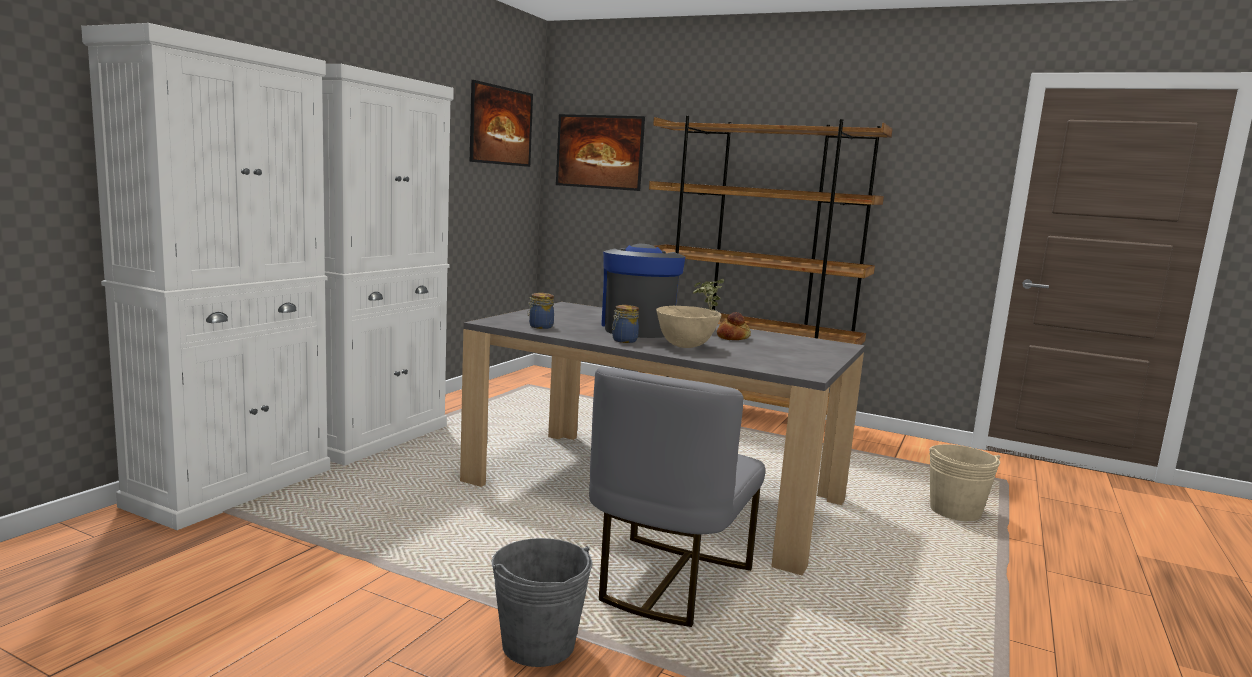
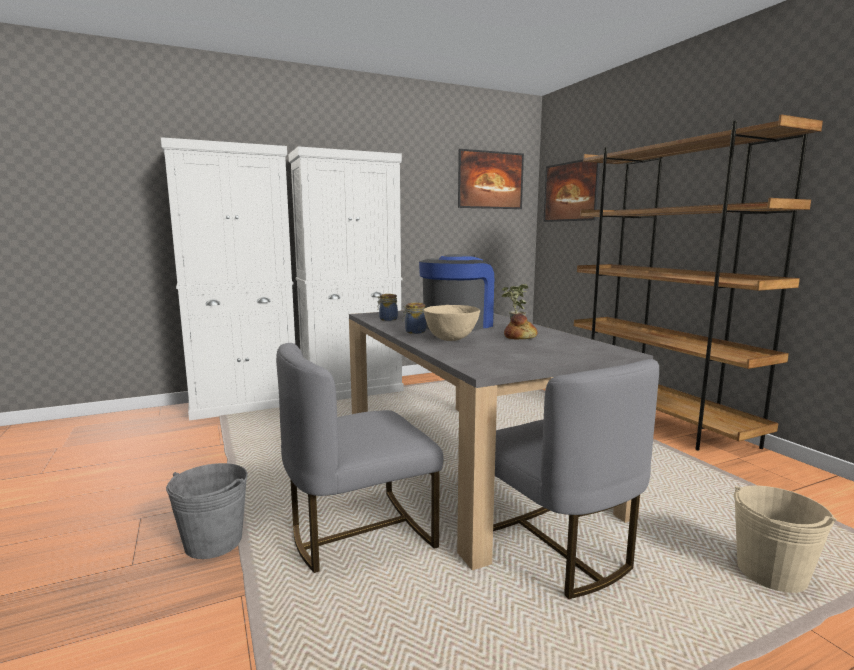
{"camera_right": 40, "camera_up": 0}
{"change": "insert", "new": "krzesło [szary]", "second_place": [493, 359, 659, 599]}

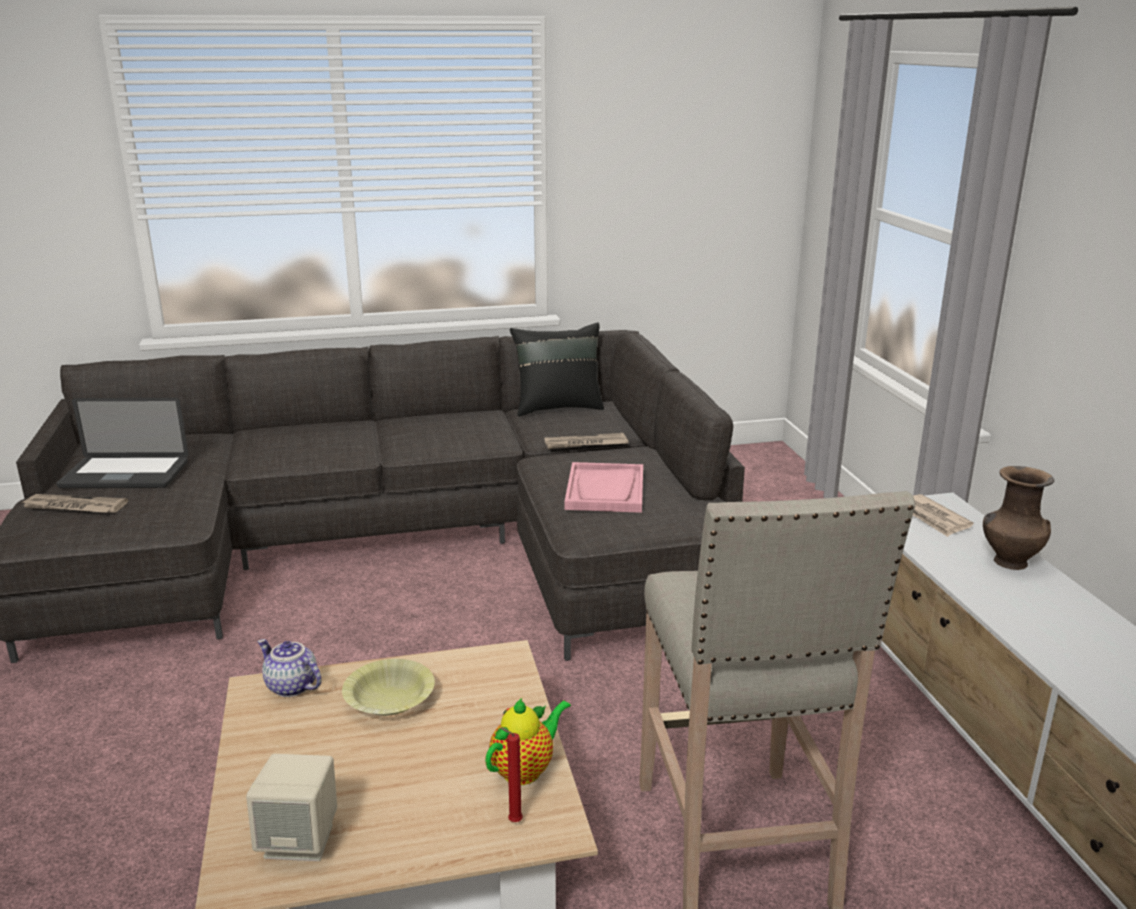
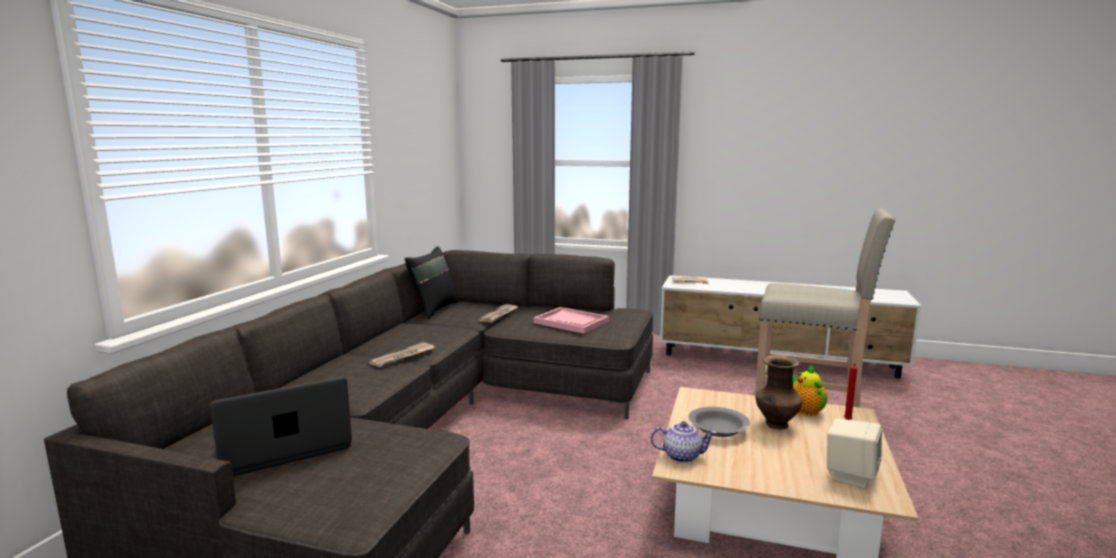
{"camera_right": -60, "camera_up": -10}
{"change": "rotate", "old": "laptop", "first_place": [57, 398, 188, 488], "second_place": [210, 377, 352, 476], "degrees": -150}
{"change": "move", "old": "gazeta", "first_place": [22, 494, 128, 513], "second_place": [368, 343, 434, 367]}
{"change": "rotate", "old": "imbryk", "first_place": [258, 639, 321, 697], "second_place": [651, 421, 716, 463], "degrees": -150}
{"change": "recolor", "old": "miska [żółty]", "new": "miska [szary]", "first_place": [342, 659, 435, 716], "second_place": [689, 407, 750, 437]}
{"change": "move", "old": "wazon [brązowy]", "first_place": [983, 466, 1054, 570], "second_place": [755, 355, 802, 430]}

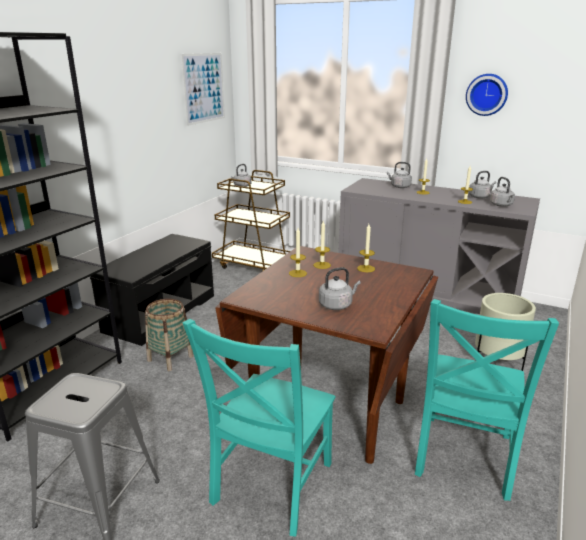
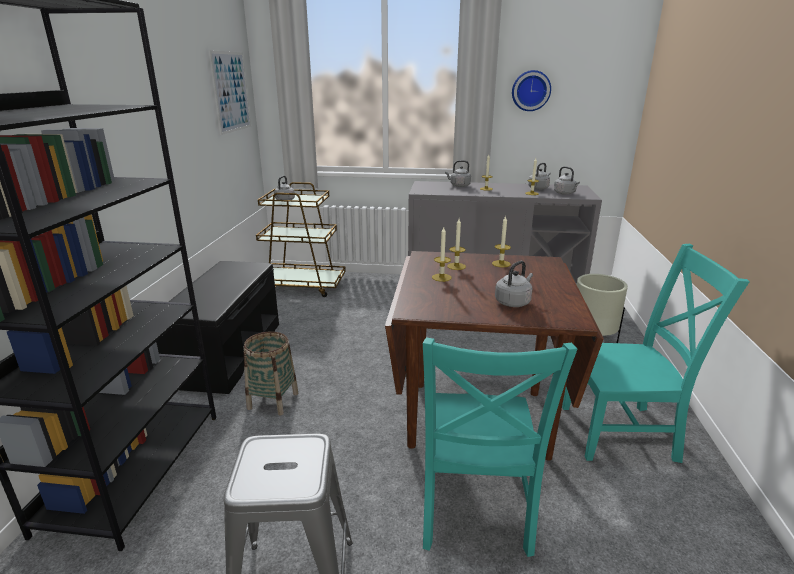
{"camera_right": -20, "camera_up": 0}
{"change": "rotate", "old": "krzesło [turkusowy]", "first_place": [415, 299, 559, 501], "second_place": [562, 244, 750, 463], "degrees": -90}

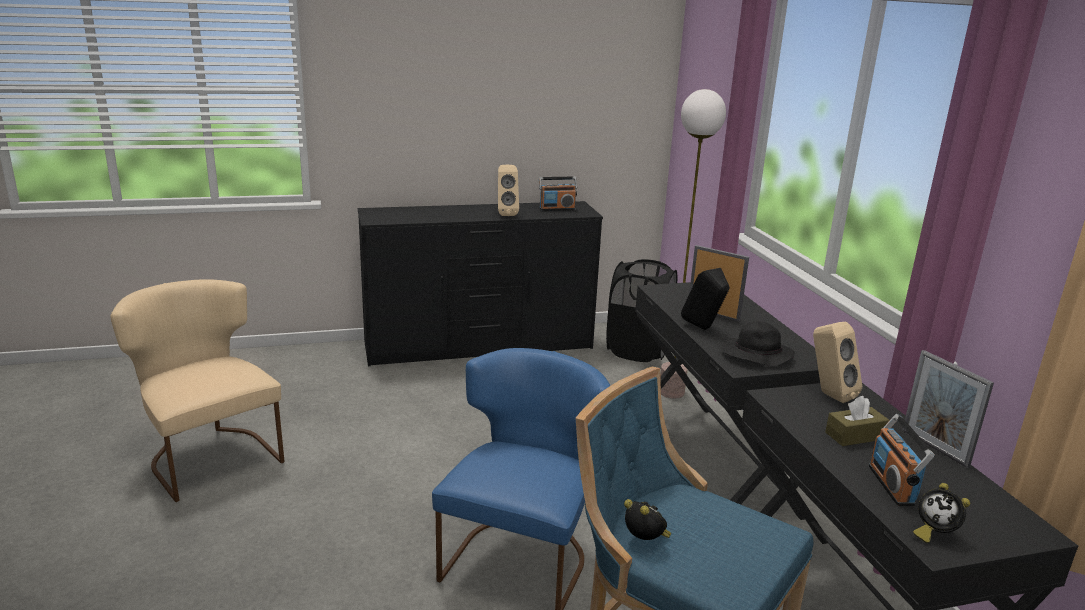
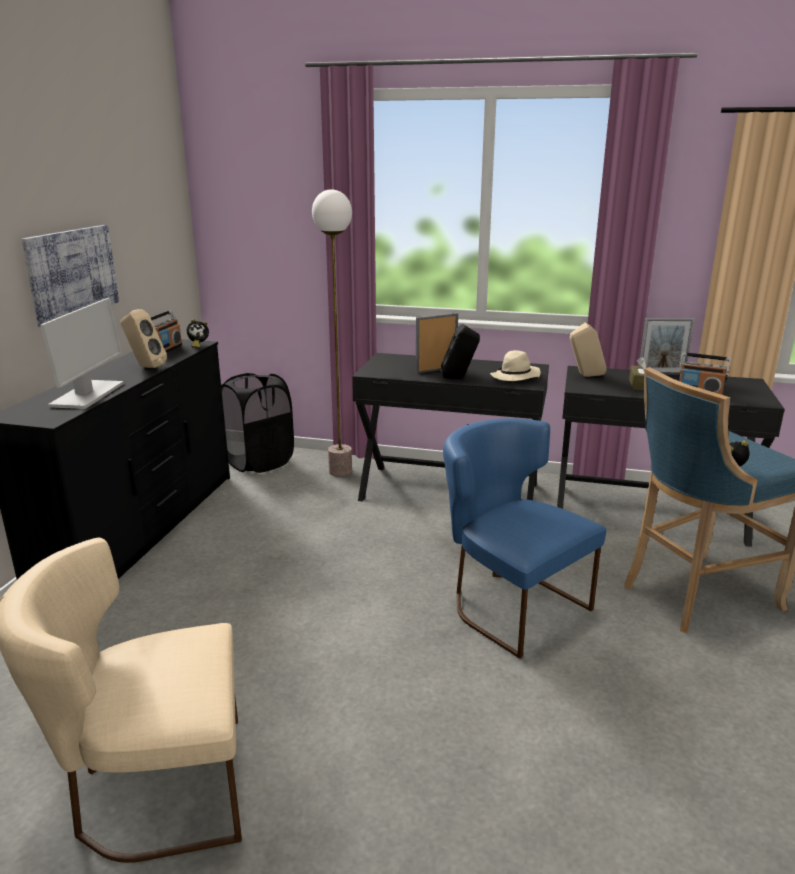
{"camera_right": -60, "camera_up": 0}
{"change": "insert", "new": "obraz", "second_place": [22, 225, 119, 327]}
{"change": "insert", "new": "monitor", "second_place": [40, 298, 124, 409]}
{"change": "move", "old": "budzik", "first_place": [913, 483, 970, 543], "second_place": [187, 319, 209, 348]}
{"change": "recolor", "old": "kapelusz [czarny]", "new": "kapelusz [beżowy]", "first_place": [722, 321, 795, 367], "second_place": [490, 350, 541, 381]}

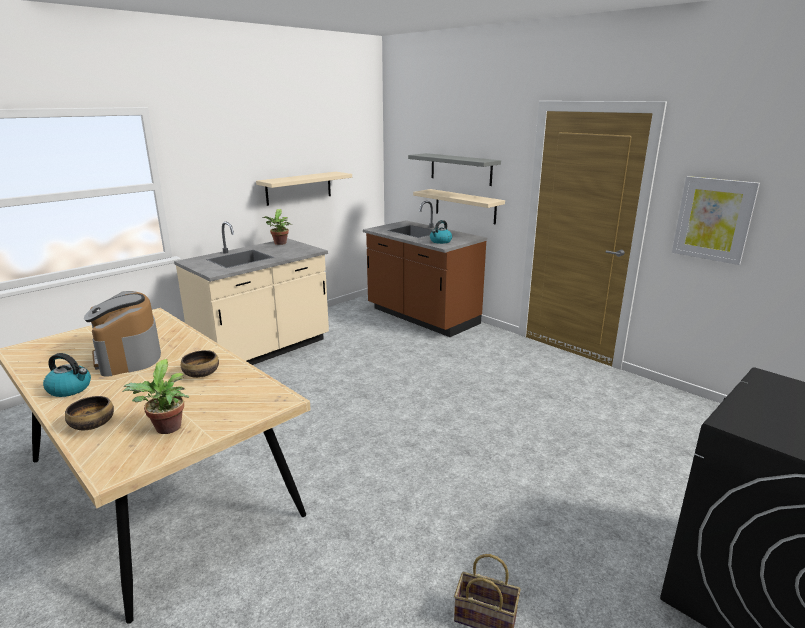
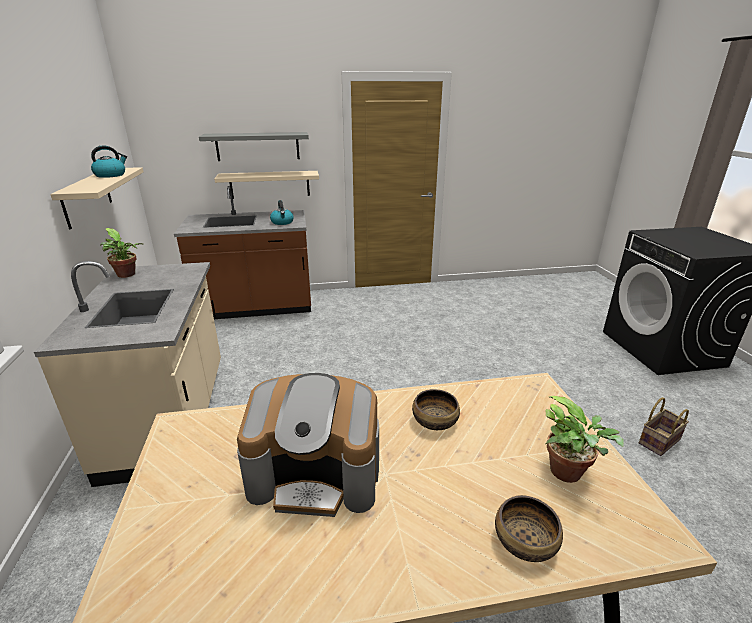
{"camera_right": -55, "camera_up": 5}
{"change": "move", "old": "czajnik", "first_place": [43, 353, 91, 397], "second_place": [91, 146, 127, 178]}
{"change": "delete", "old": "obraz", "first_place": [672, 176, 760, 265]}

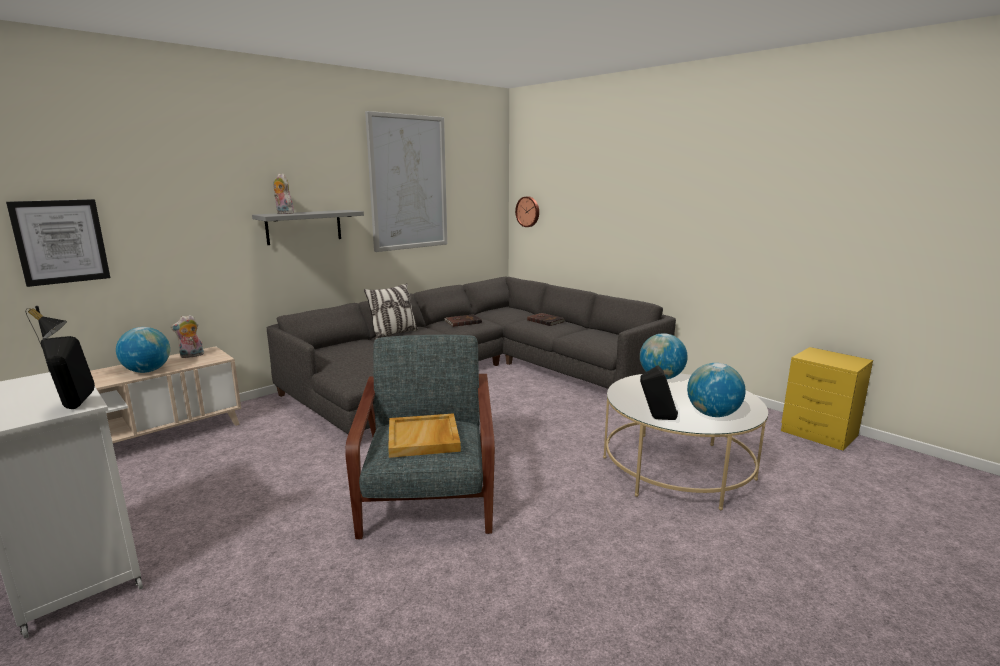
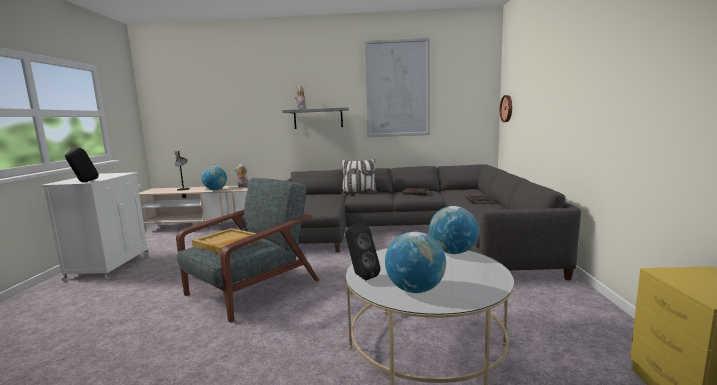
{"camera_right": 45, "camera_up": -5}
{"change": "delete", "old": "obraz", "first_place": [6, 199, 110, 287]}

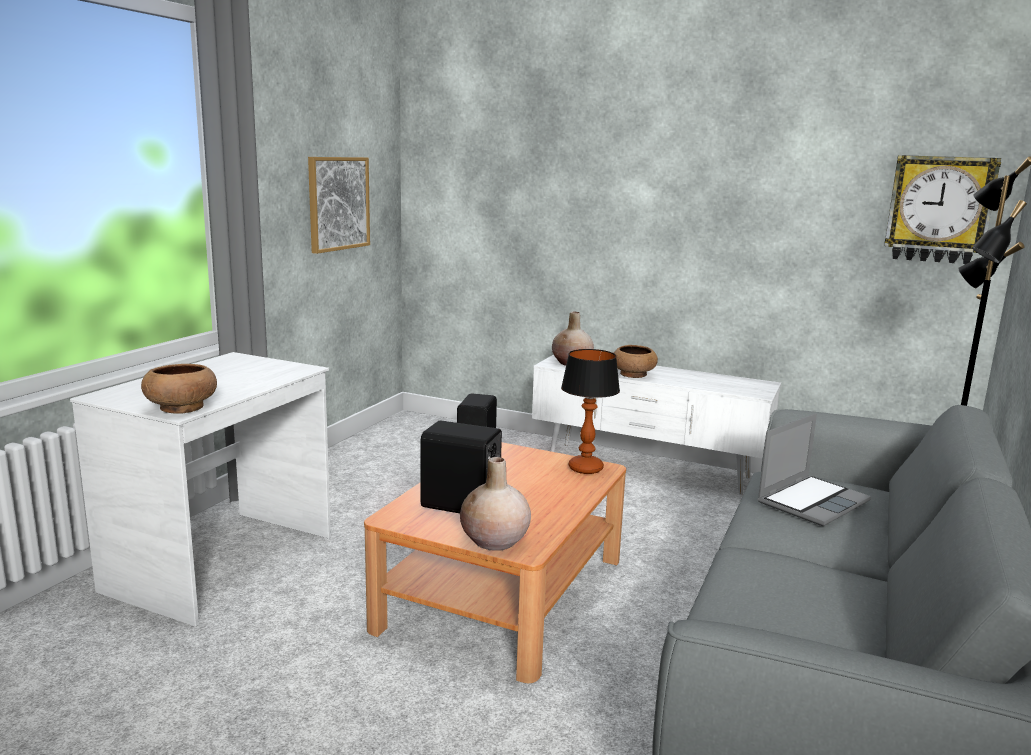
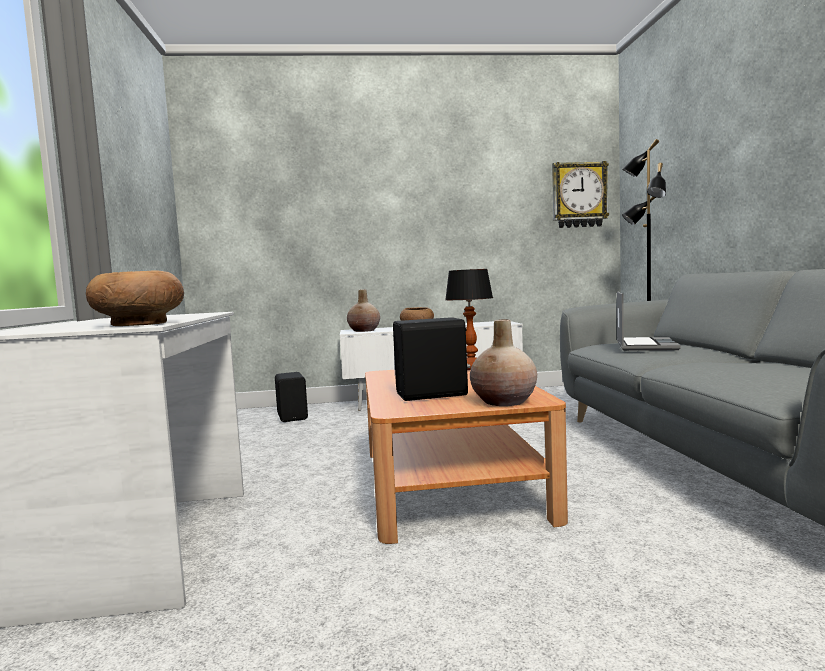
{"camera_right": -30, "camera_up": -10}
{"change": "delete", "old": "obraz", "first_place": [308, 157, 370, 254]}

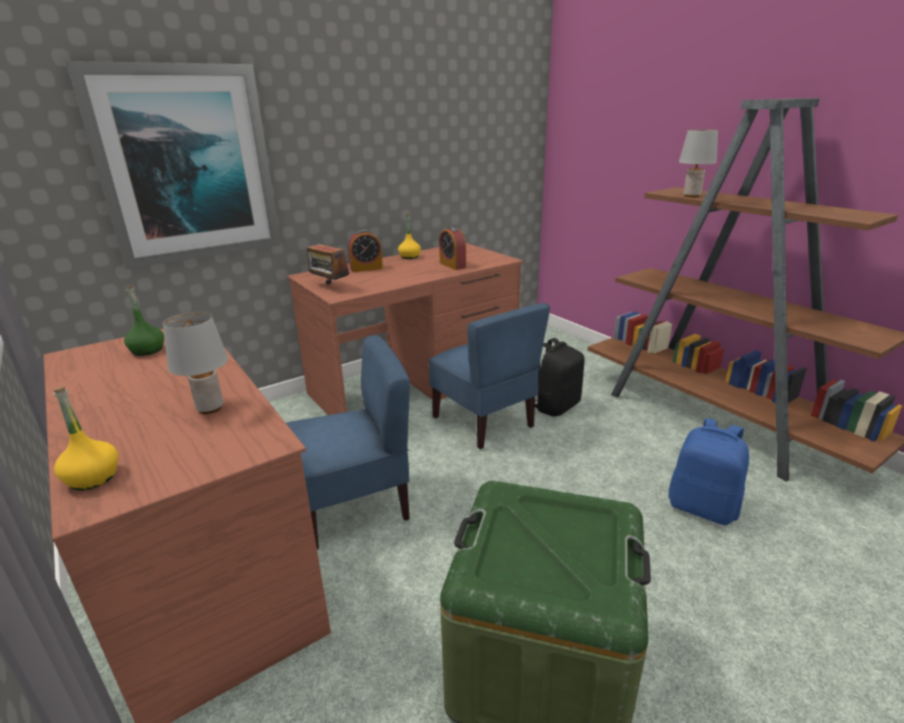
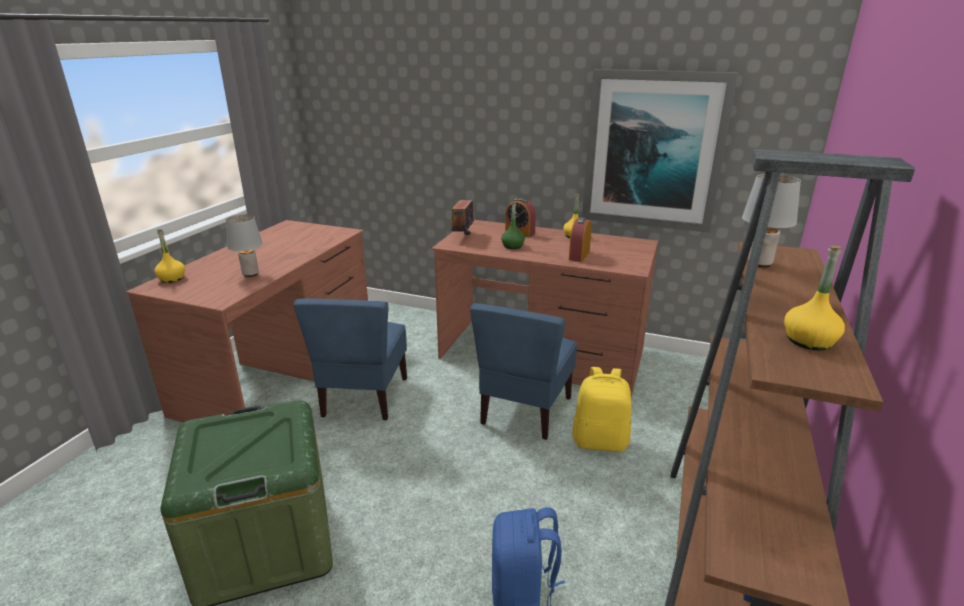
{"camera_right": 55, "camera_up": 0}
{"change": "rotate", "old": "krzesło [niebieski]", "first_place": [286, 335, 410, 549], "second_place": [293, 299, 407, 420], "degrees": 60}
{"change": "move", "old": "butelka [zielony]", "first_place": [124, 286, 164, 356], "second_place": [501, 202, 525, 249]}
{"change": "recolor", "old": "plecak [czarny]", "new": "plecak [żółty]", "first_place": [535, 338, 585, 416], "second_place": [572, 367, 631, 452]}
{"change": "move", "old": "obraz", "first_place": [66, 61, 281, 269], "second_place": [582, 69, 738, 233]}
{"change": "insert", "new": "butelka [żółty]", "second_place": [784, 245, 845, 350]}

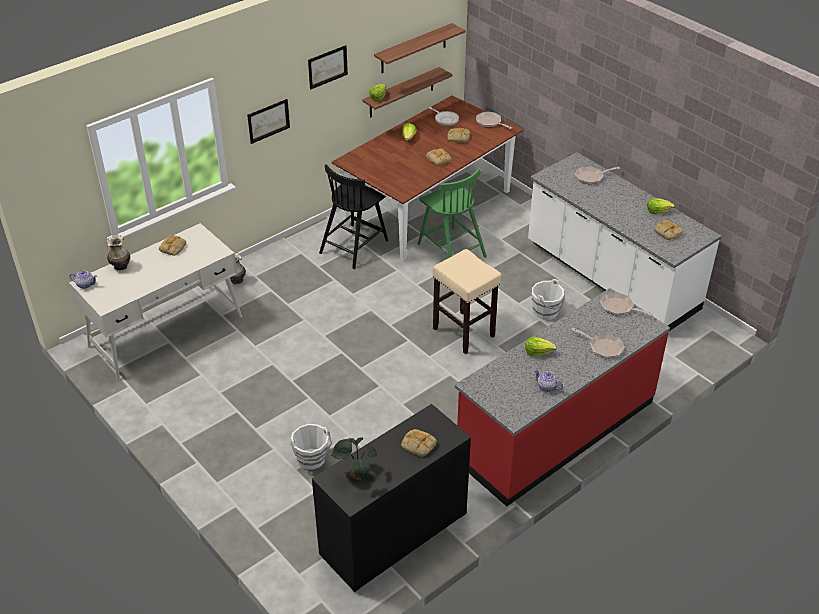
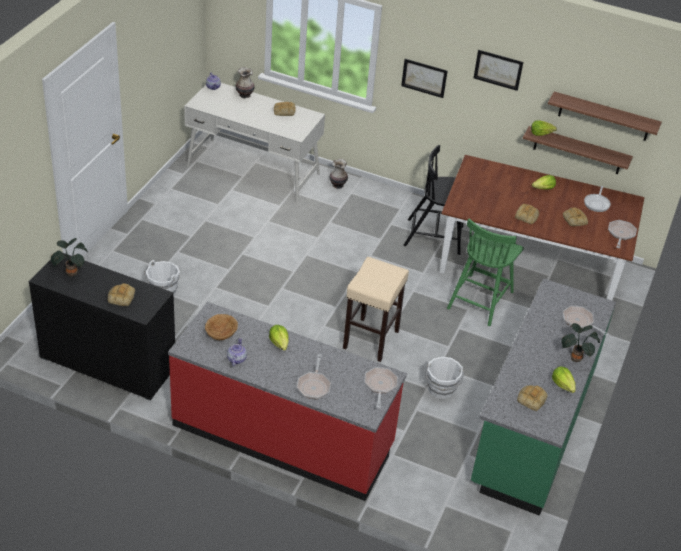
{"camera_right": 60, "camera_up": 0}
{"change": "insert", "new": "miska [brązowy]", "second_place": [205, 314, 238, 340]}
{"change": "recolor", "old": "zabudowa kuchenna [biały]", "new": "zabudowa kuchenna [zielony]", "first_place": [528, 152, 721, 331], "second_place": [471, 278, 616, 516]}
{"change": "insert", "new": "roślina doniczkowa", "second_place": [562, 323, 600, 362]}

